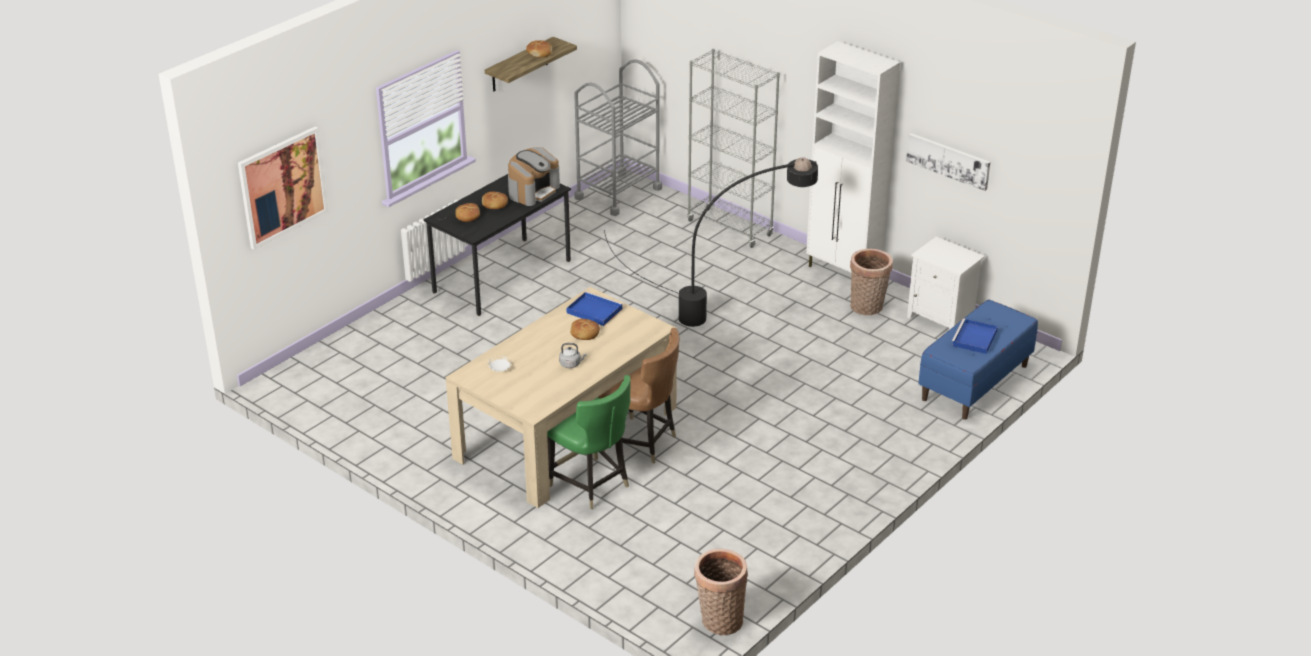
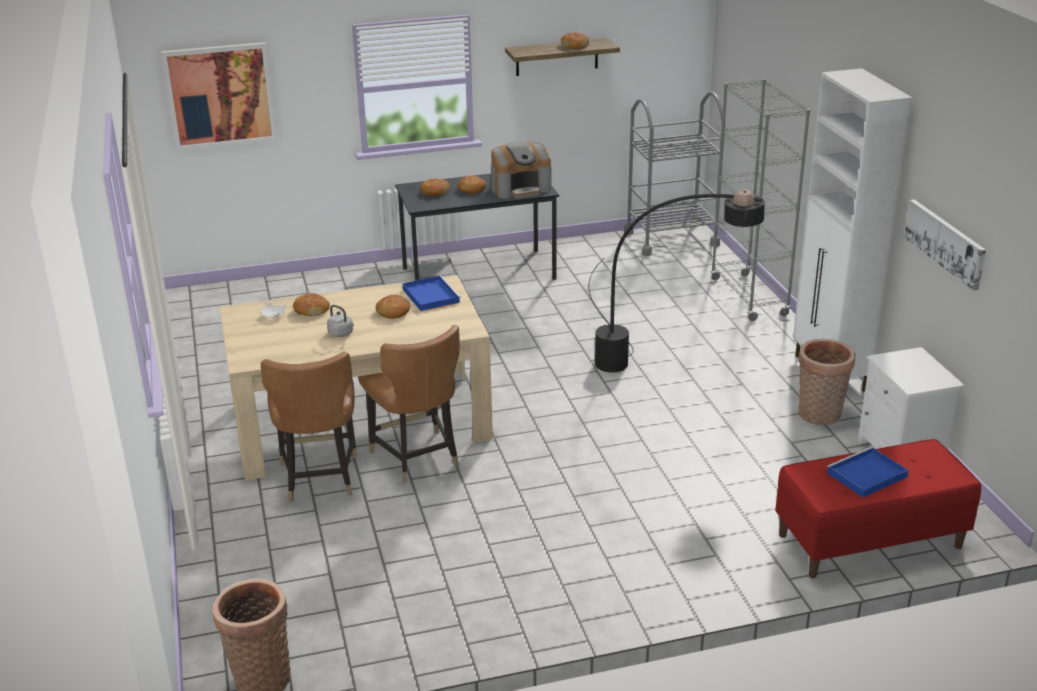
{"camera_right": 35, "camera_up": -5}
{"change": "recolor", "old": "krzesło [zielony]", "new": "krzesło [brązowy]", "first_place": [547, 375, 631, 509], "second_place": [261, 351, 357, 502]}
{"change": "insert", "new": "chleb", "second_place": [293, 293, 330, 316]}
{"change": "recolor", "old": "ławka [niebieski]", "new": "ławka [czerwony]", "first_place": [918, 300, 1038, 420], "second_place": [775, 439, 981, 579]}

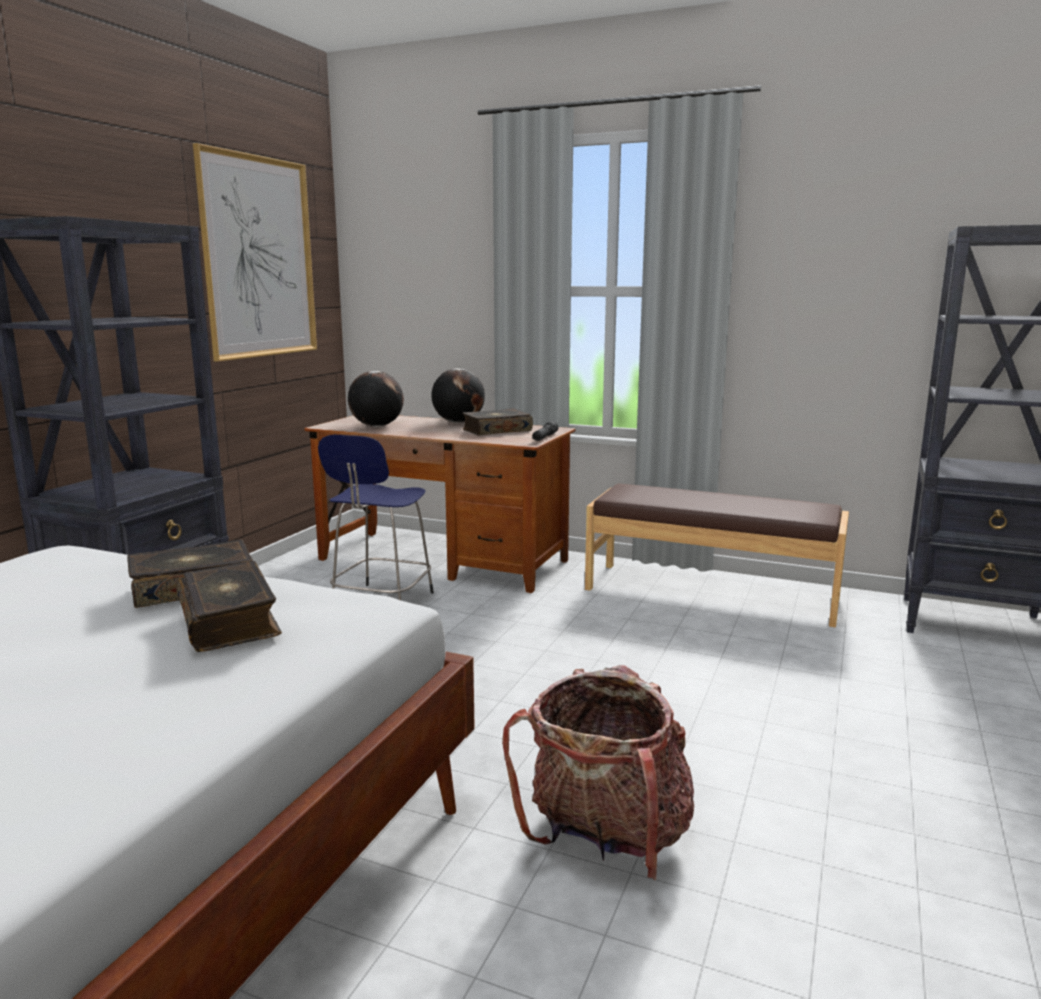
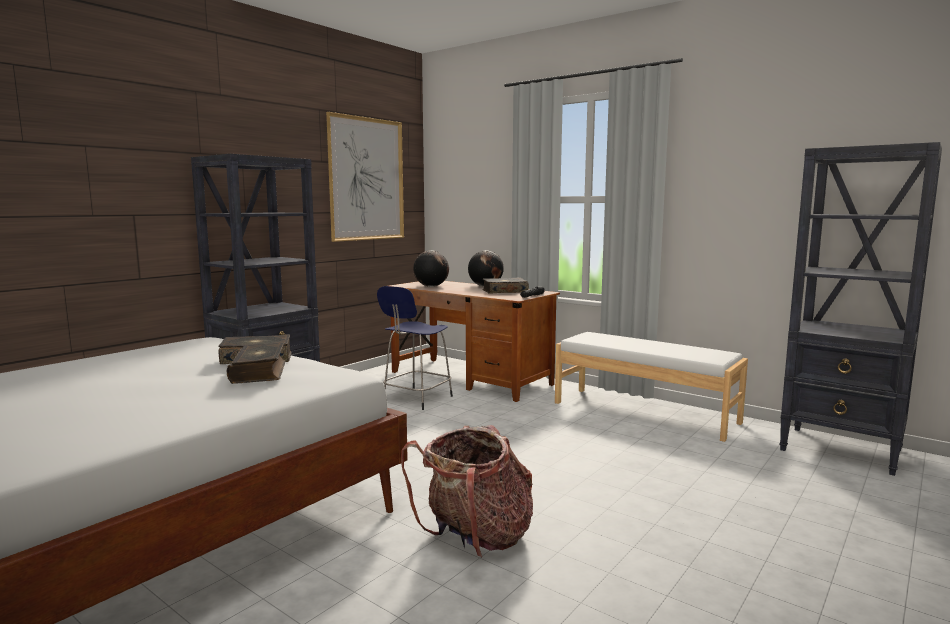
{"camera_right": 15, "camera_up": -5}
{"change": "recolor", "old": "ławka [brązowy]", "new": "ławka [biały]", "first_place": [585, 483, 849, 627], "second_place": [555, 332, 748, 442]}

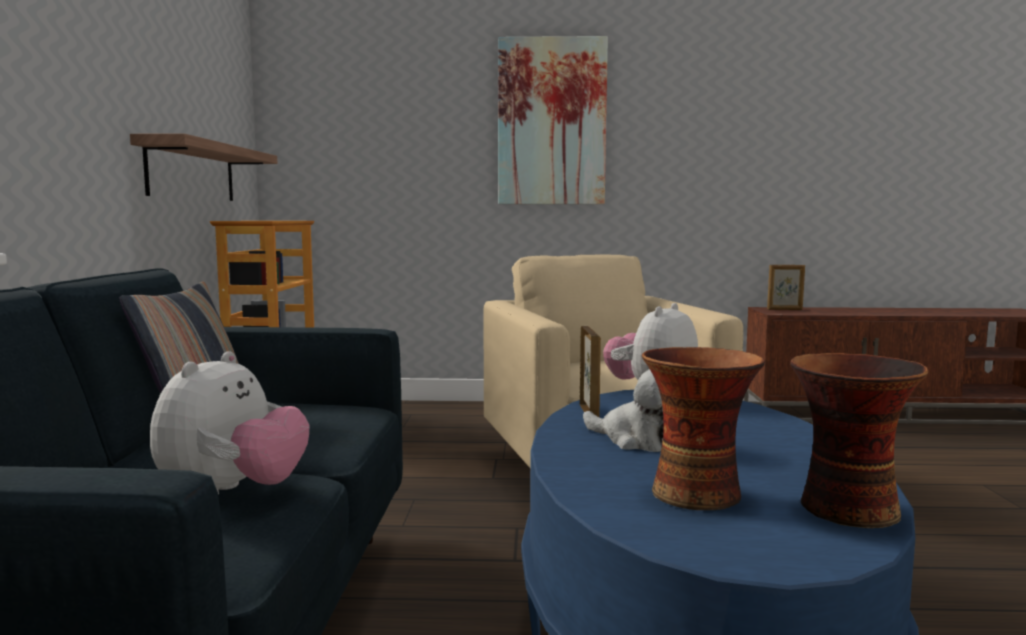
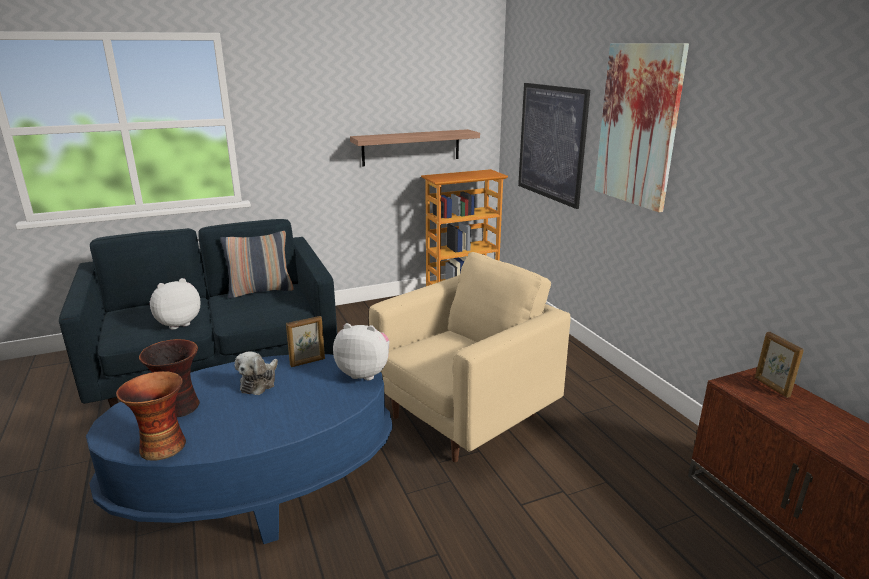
{"camera_right": 65, "camera_up": 15}
{"change": "rotate", "old": "pluszak", "first_place": [150, 351, 309, 495], "second_place": [150, 278, 201, 330], "degrees": 150}
{"change": "insert", "new": "obraz", "second_place": [518, 83, 590, 209]}

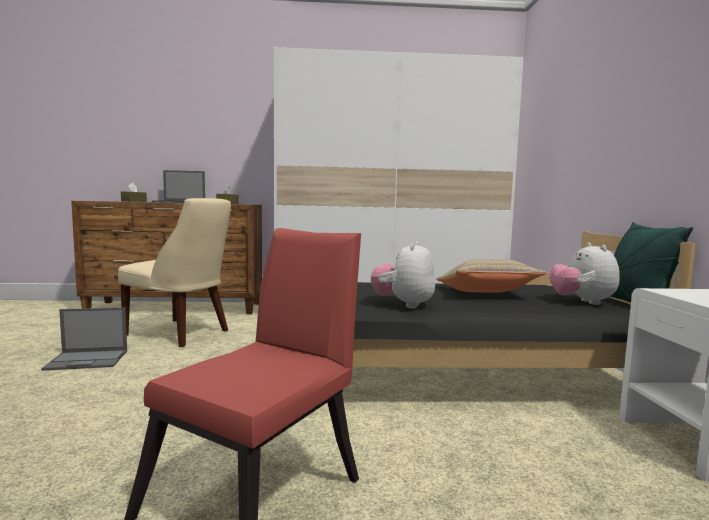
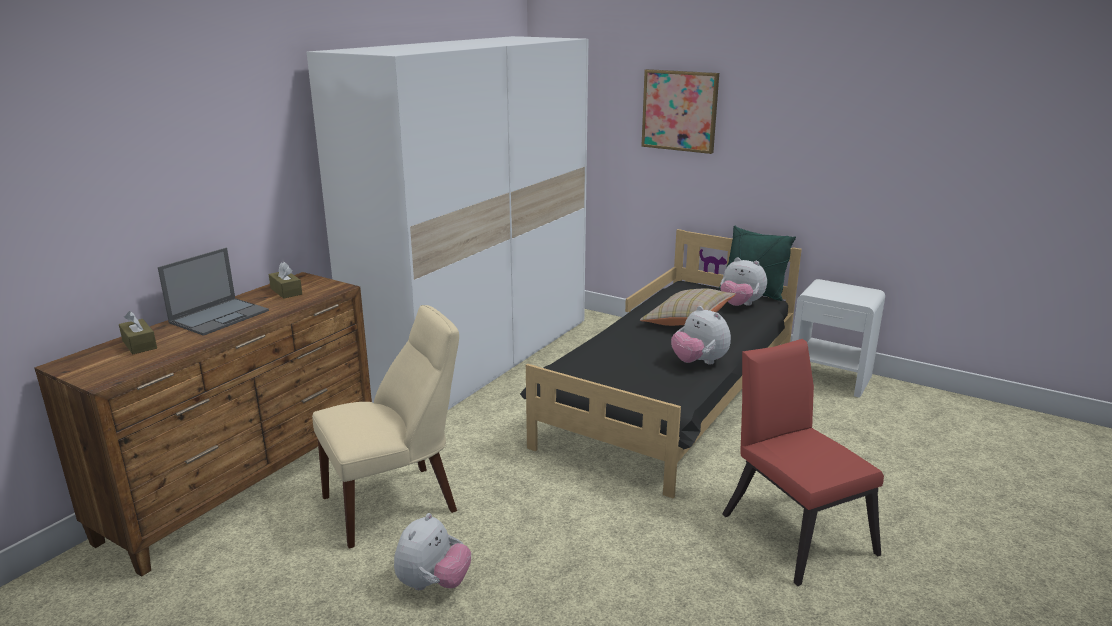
{"camera_right": -55, "camera_up": 15}
{"change": "replace", "old": "laptop", "new": "pluszak", "first_place": [41, 308, 127, 371], "second_place": [394, 513, 471, 590]}
{"change": "insert", "new": "obraz", "second_place": [641, 69, 719, 154]}

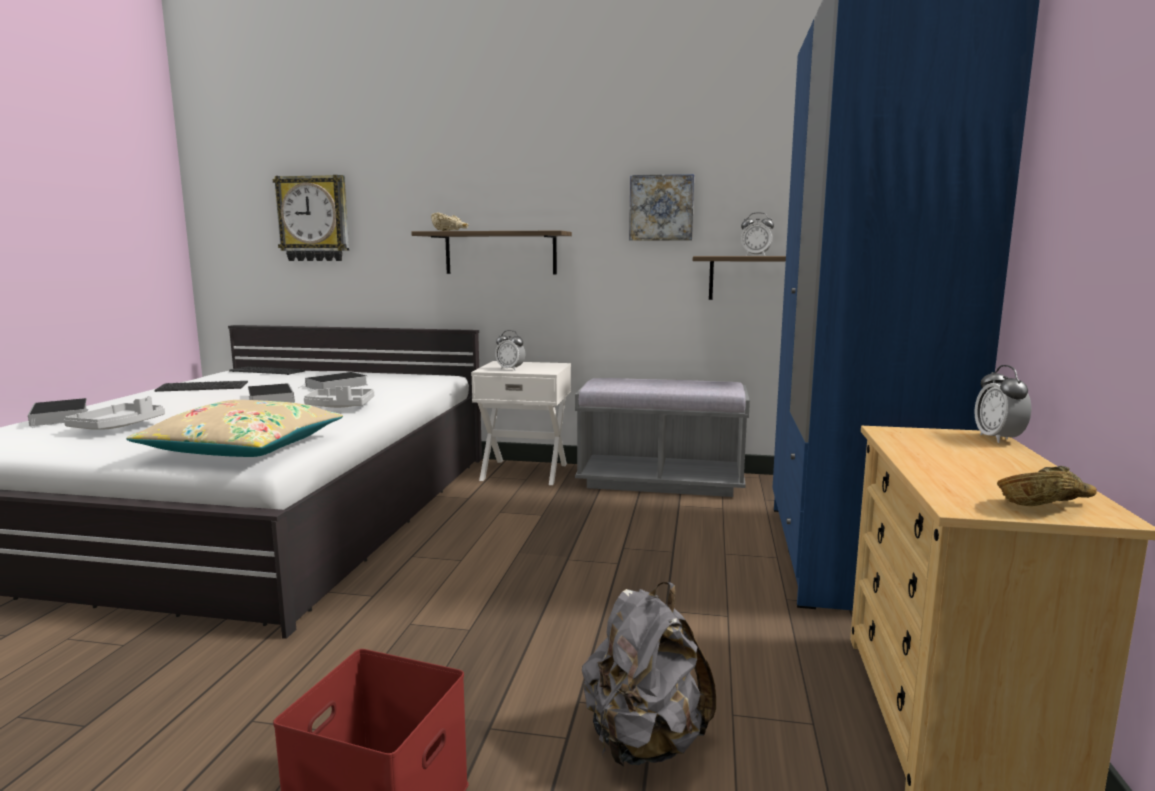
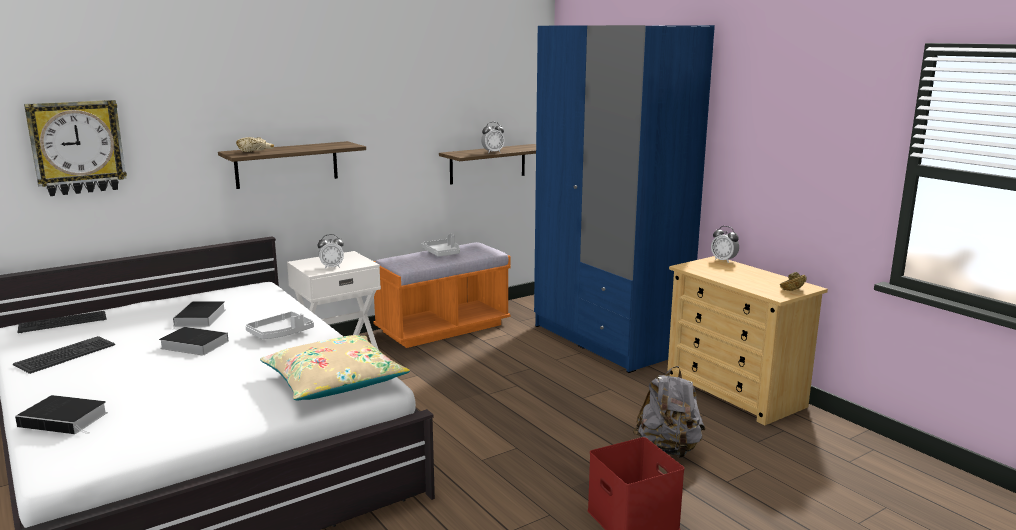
{"camera_right": -45, "camera_up": 5}
{"change": "recolor", "old": "ławka [szary]", "new": "ławka [pomarańczowy]", "first_place": [575, 378, 750, 497], "second_place": [373, 242, 511, 348]}
{"change": "move", "old": "taca [szary]", "first_place": [64, 396, 165, 430], "second_place": [422, 234, 460, 256]}
{"change": "delete", "old": "obraz", "first_place": [629, 174, 694, 241]}

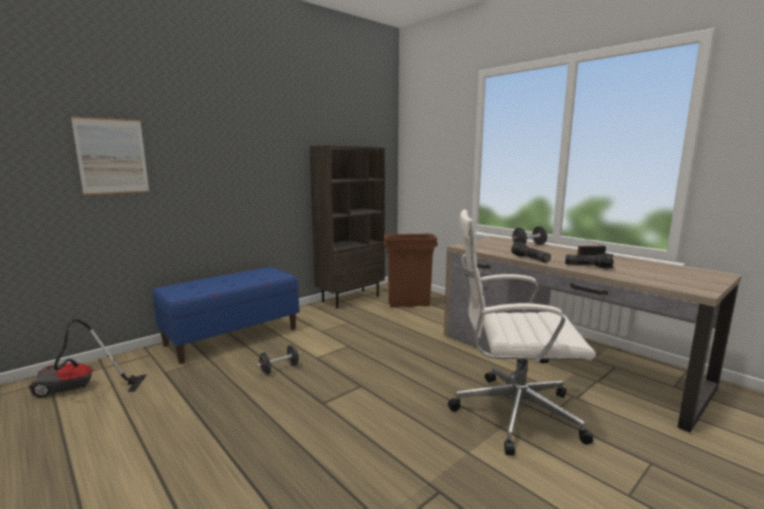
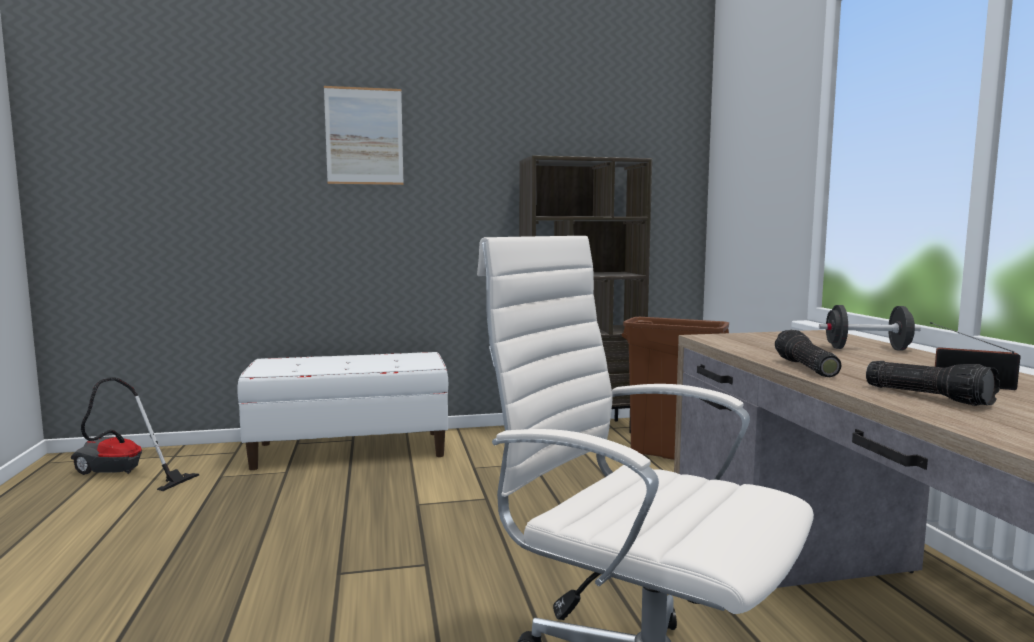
{"camera_right": 30, "camera_up": -5}
{"change": "recolor", "old": "ławka [niebieski]", "new": "ławka [biały]", "first_place": [152, 267, 299, 364], "second_place": [237, 352, 448, 470]}
{"change": "move", "old": "obraz", "first_place": [71, 117, 149, 195], "second_place": [324, 86, 404, 185]}
{"change": "delete", "old": "hantel [czarny]", "first_place": [256, 345, 301, 375]}

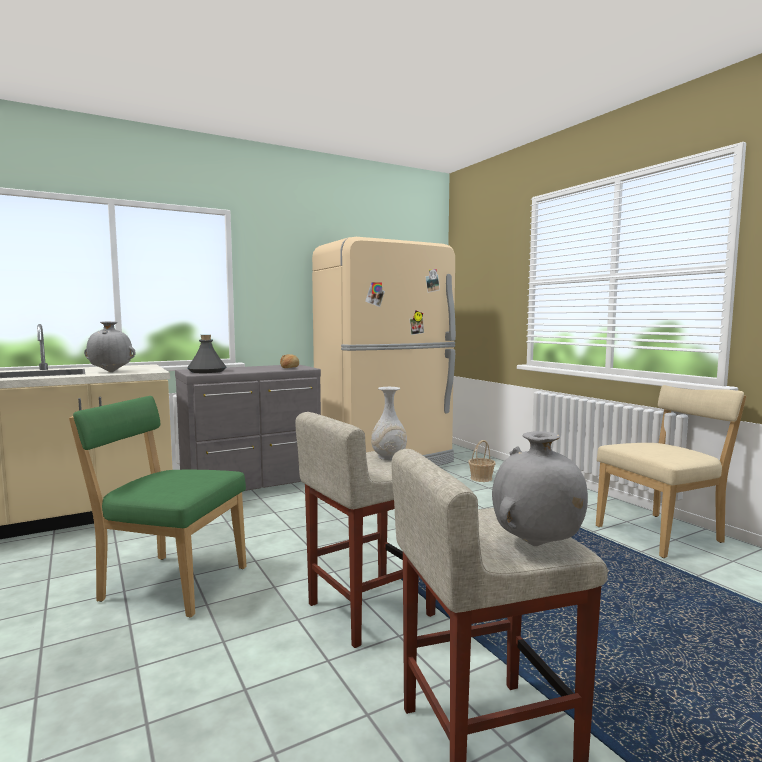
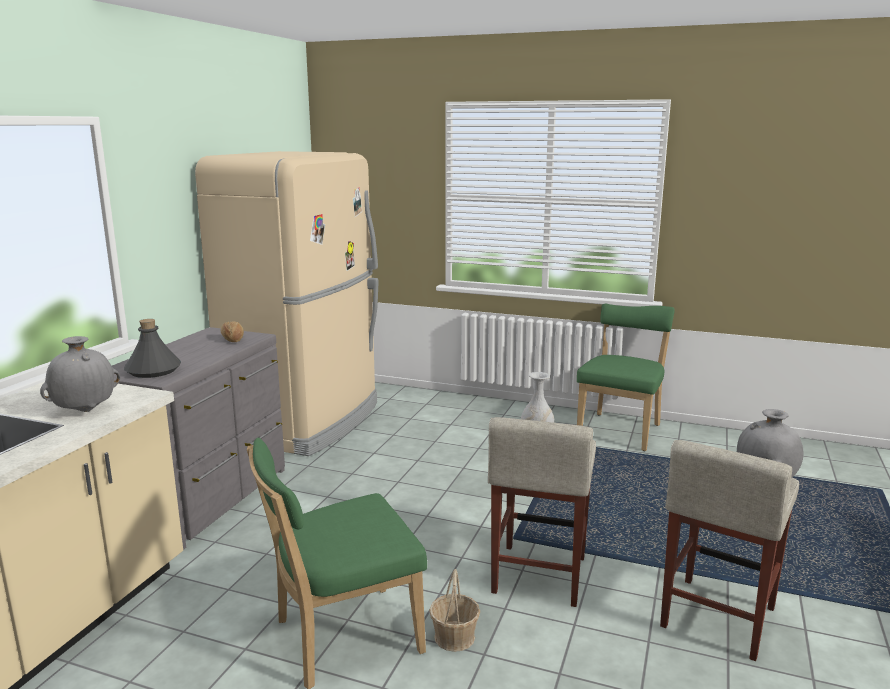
{"camera_right": -40, "camera_up": 10}
{"change": "move", "old": "koszyk", "first_place": [468, 440, 495, 482], "second_place": [429, 569, 480, 652]}
{"change": "recolor", "old": "krzesło [beżowy]", "new": "krzesło [zielony]", "first_place": [596, 385, 746, 558], "second_place": [577, 304, 675, 451]}

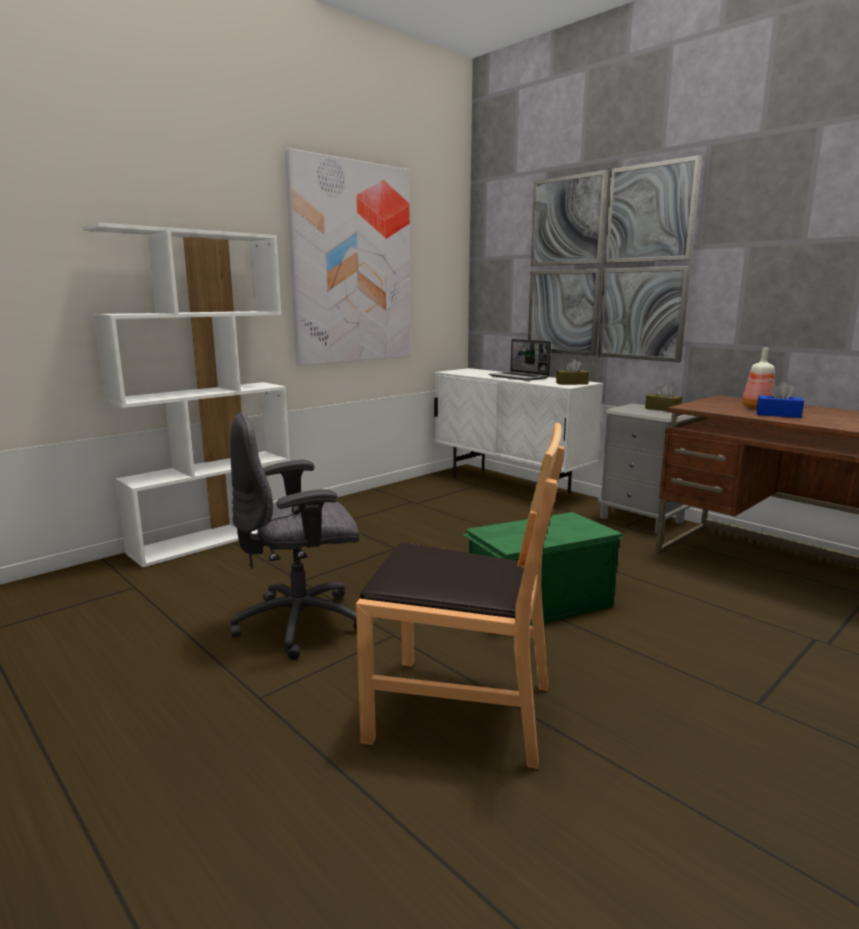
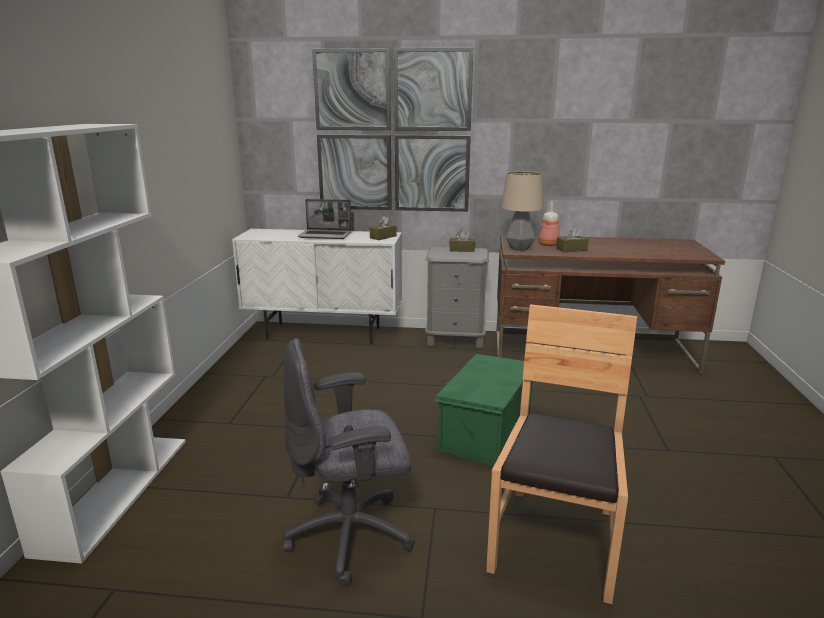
{"camera_right": -40, "camera_up": 5}
{"change": "rotate", "old": "krzesło biurowe [szary]", "first_place": [230, 412, 359, 660], "second_place": [283, 338, 415, 586], "degrees": 45}
{"change": "rotate", "old": "krzesło [brązowy]", "first_place": [356, 423, 565, 769], "second_place": [486, 304, 637, 604], "degrees": -45}
{"change": "insert", "new": "lampa stołowa", "second_place": [501, 171, 544, 251]}
{"change": "recolor", "old": "pudełko chusteczek [niebieski]", "new": "pudełko chusteczek [brązowy]", "first_place": [756, 382, 804, 418], "second_place": [556, 227, 589, 252]}
{"change": "delete", "old": "obraz", "first_place": [285, 148, 411, 366]}

